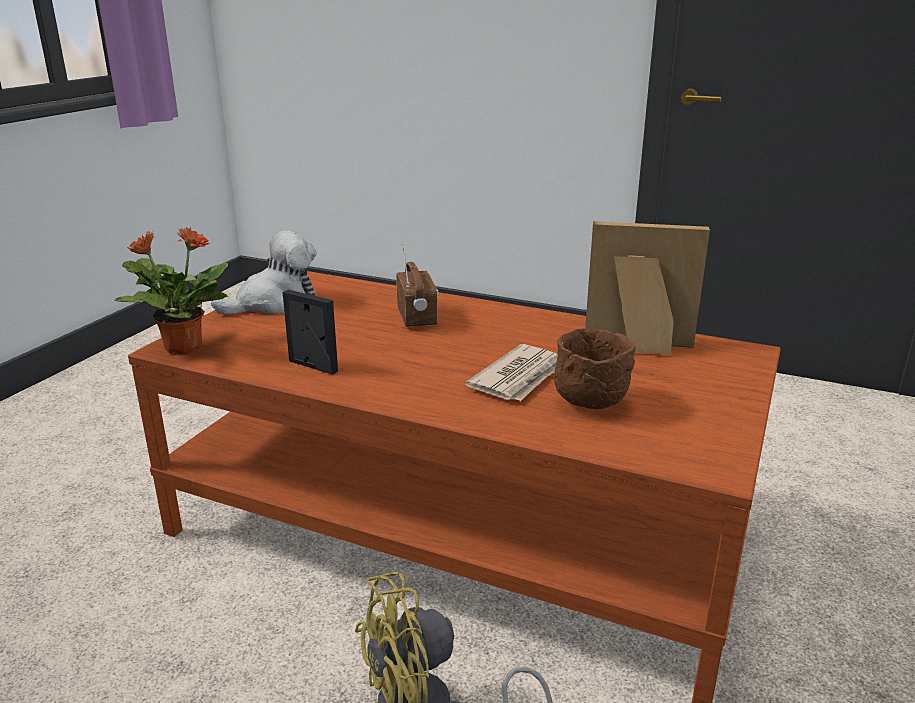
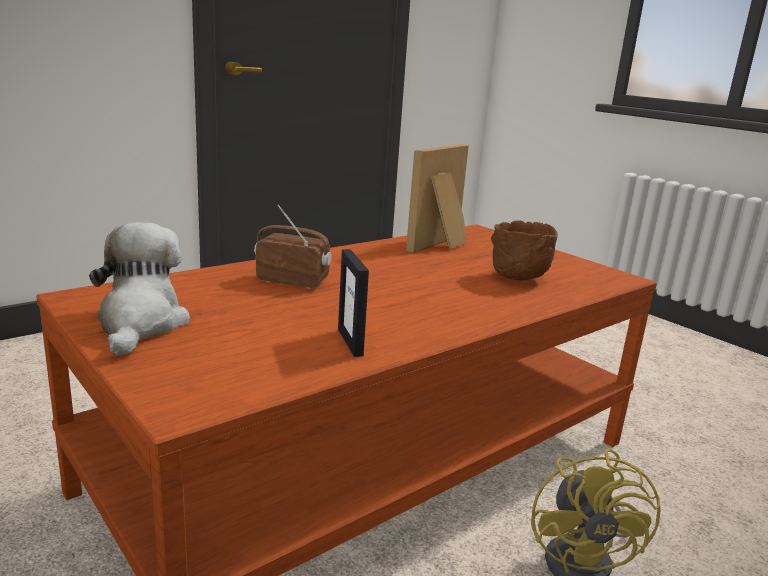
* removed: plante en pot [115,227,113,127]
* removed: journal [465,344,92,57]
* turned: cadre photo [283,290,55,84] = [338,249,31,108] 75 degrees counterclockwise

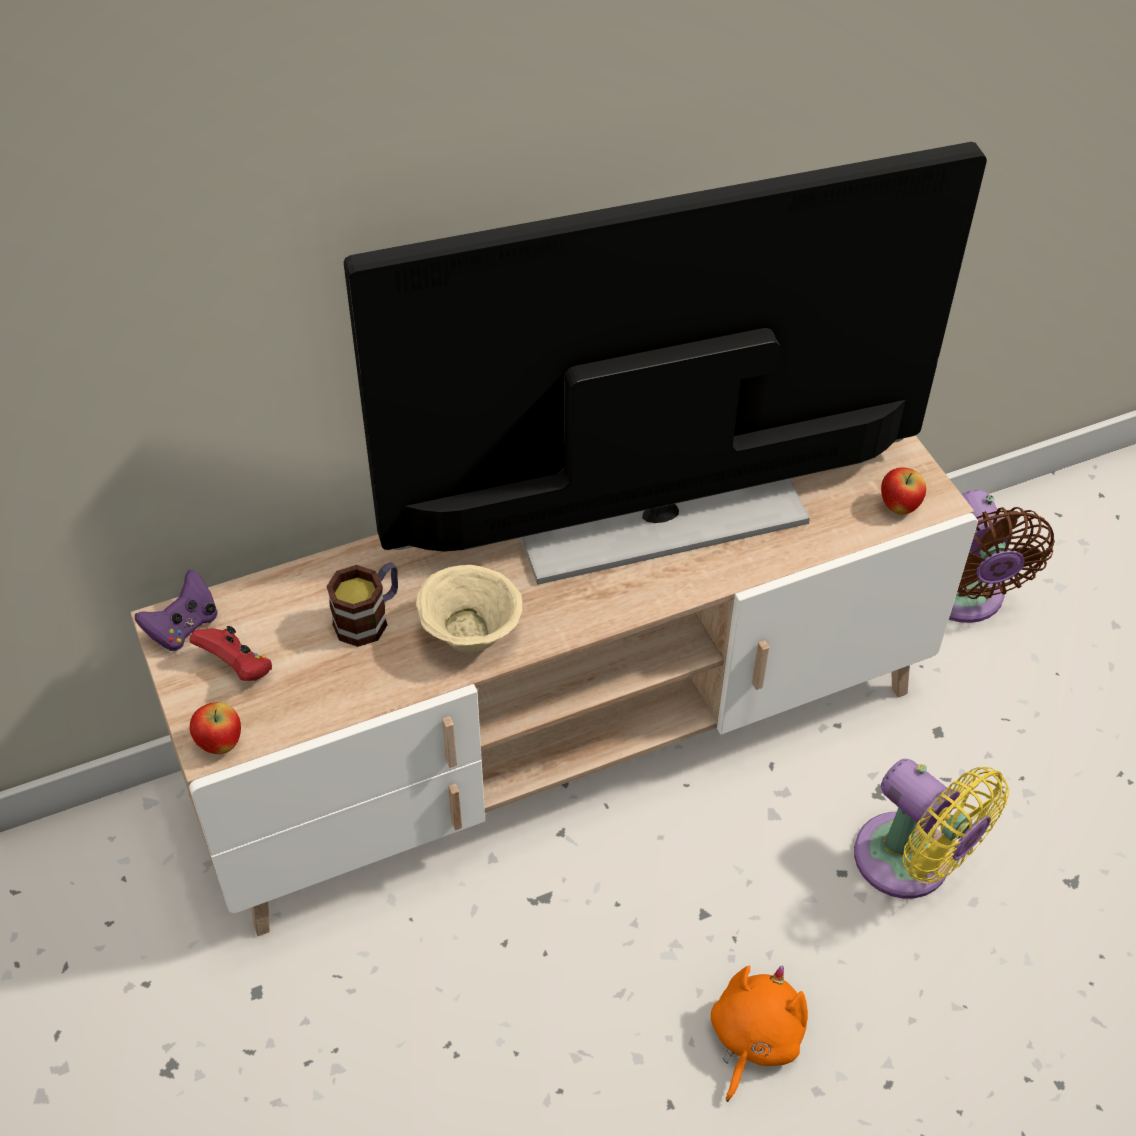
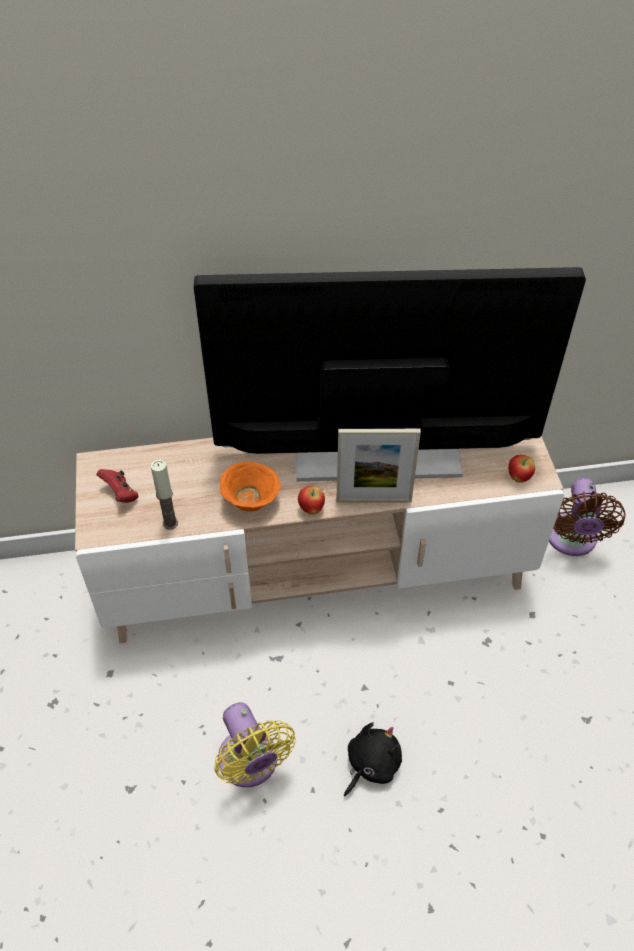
* removed: manette/violet [135,570,83,81]
* removed: mug [326,562,72,85]
* added: bougie [151,459,27,70]
* added: cadre photo [336,429,85,74]
* moved: pomme [190,702,51,52] to [298,486,27,28]
* moved: ventilateur/jaune [854,759,155,140] to [214,702,82,85]
* recoloured: bol/beige [416,565,107,88] to bol/orange [220,462,61,50]
* recoloured: peluche/orange [711,965,97,137] to peluche/noir [344,722,58,75]

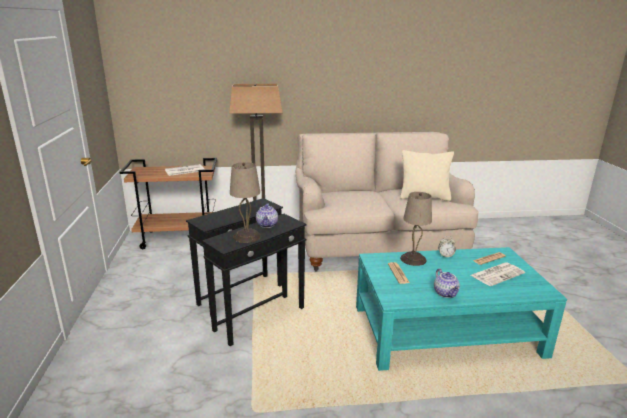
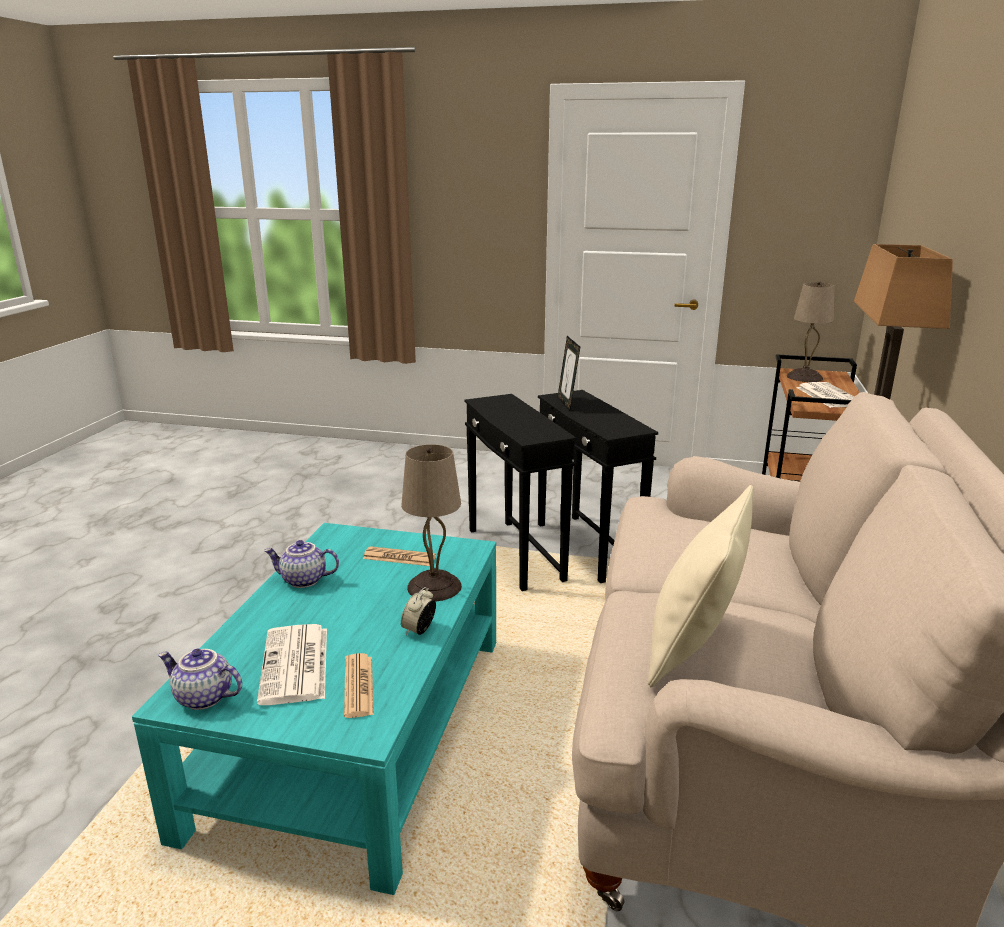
* added: cadre photo [558,336,22,75]
* moved: lampe de table/beige [230,162,31,81] to [787,281,48,101]
* moved: théière [256,203,22,25] to [158,649,84,61]

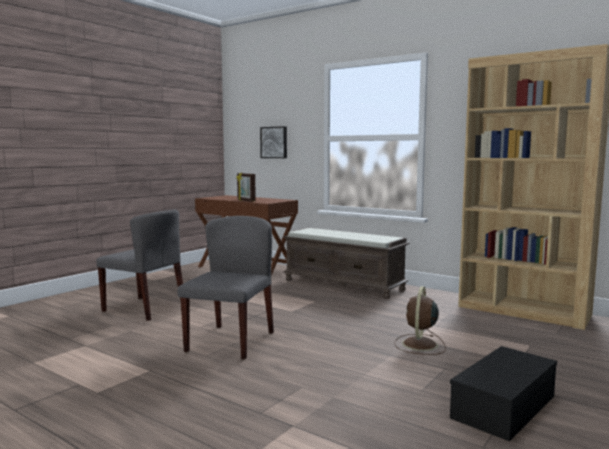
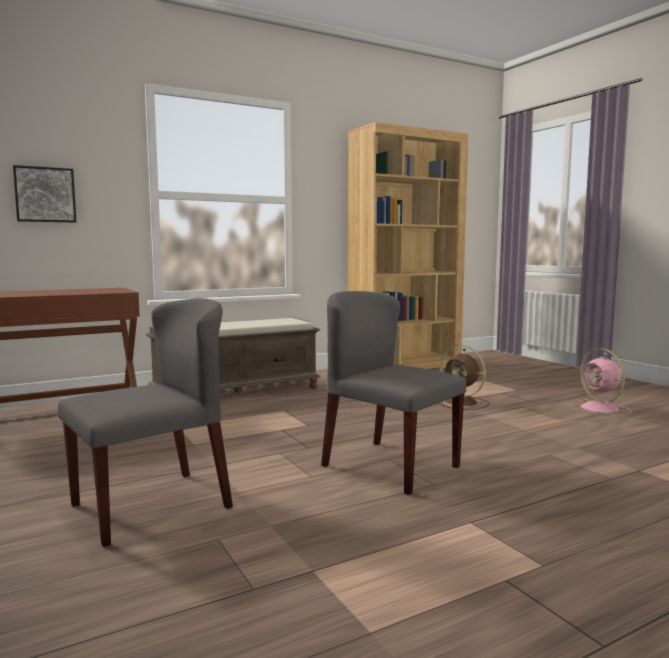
* removed: cadre photo [236,172,20,30]
* replaced: boîte de rangement/noir [450,346,107,95] to ventilateur/rose [571,348,61,68]

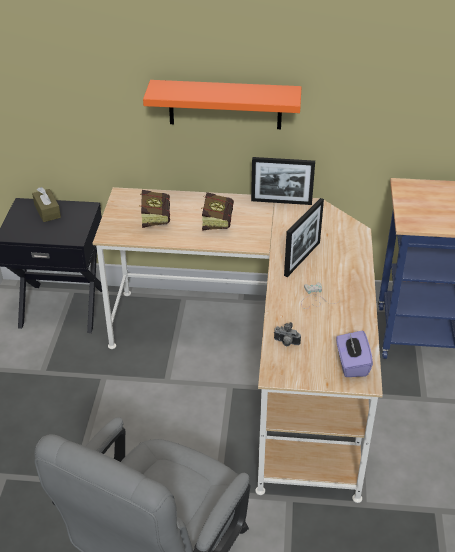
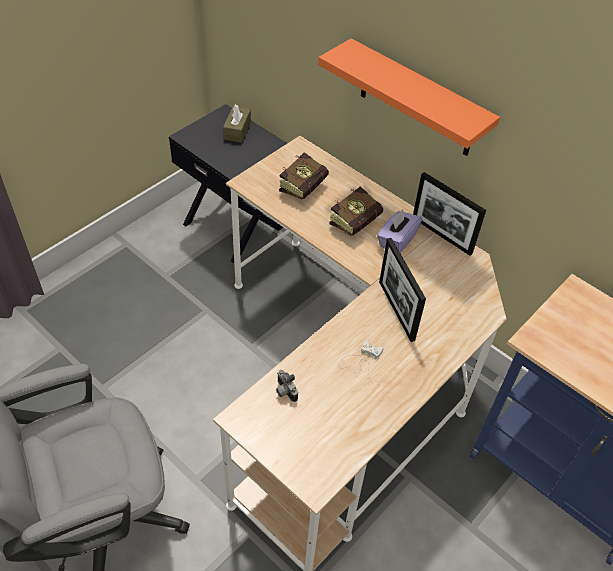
* moved: boîte à mouchoirs/violet [336,330,37,47] to [377,210,45,43]
* turned: cadre photo [284,198,40,79] = [379,238,47,104] 90 degrees clockwise

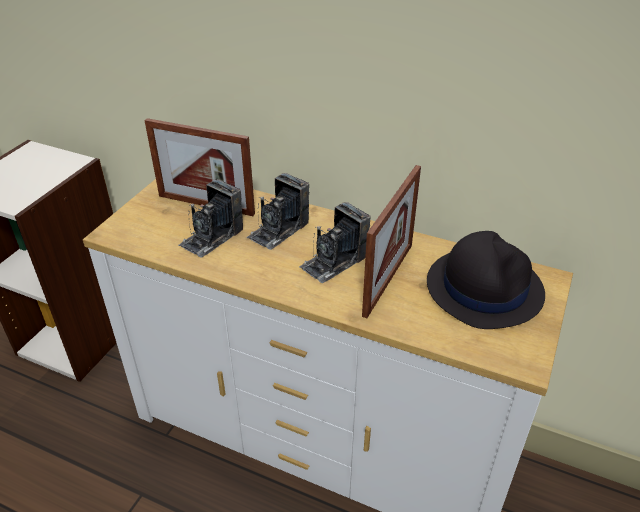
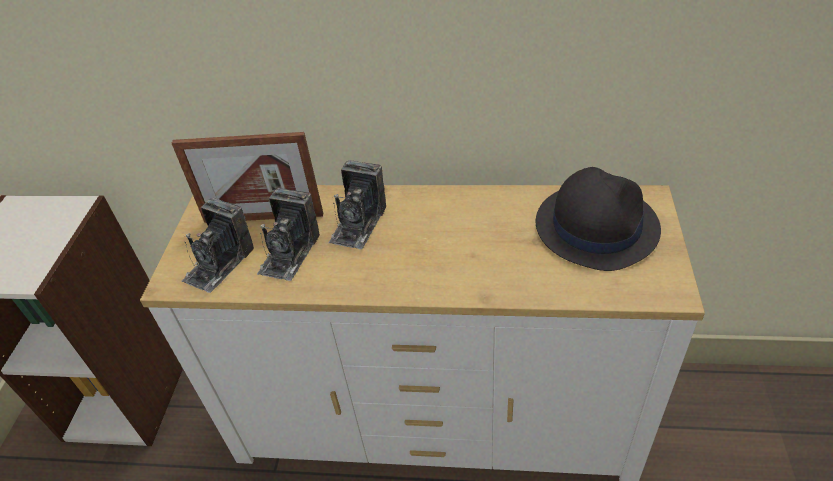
* removed: cadre photo [362,165,59,153]
* moved: appareil photo [299,202,71,81] to [181,198,73,95]

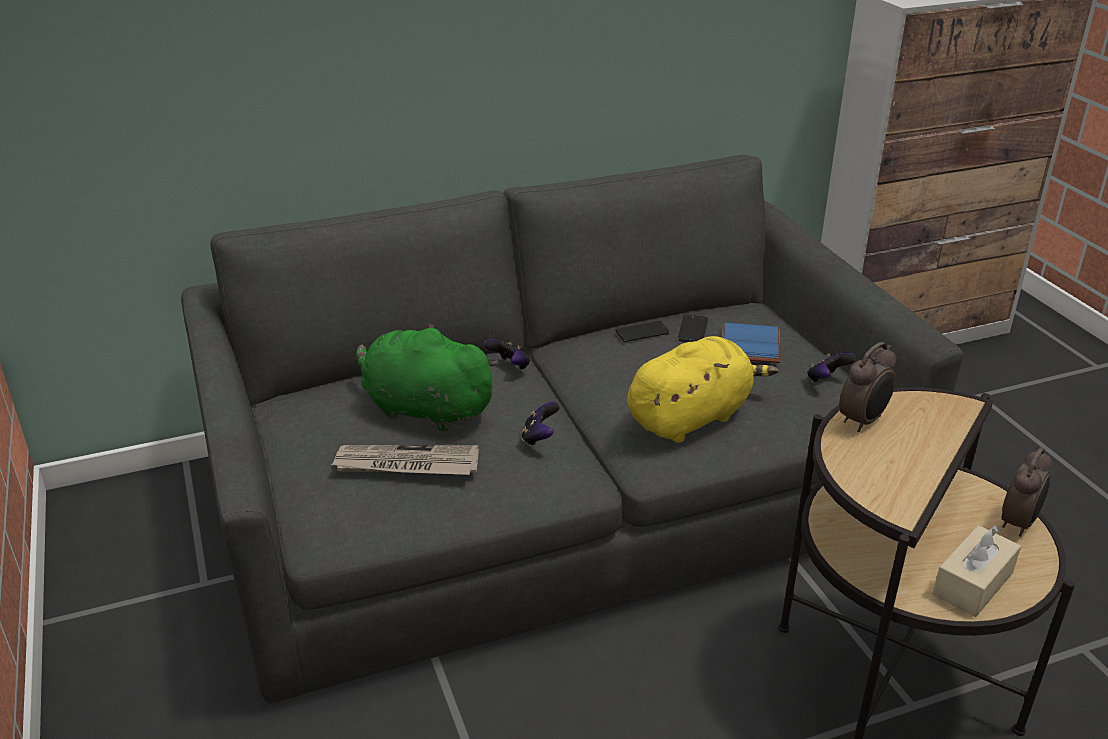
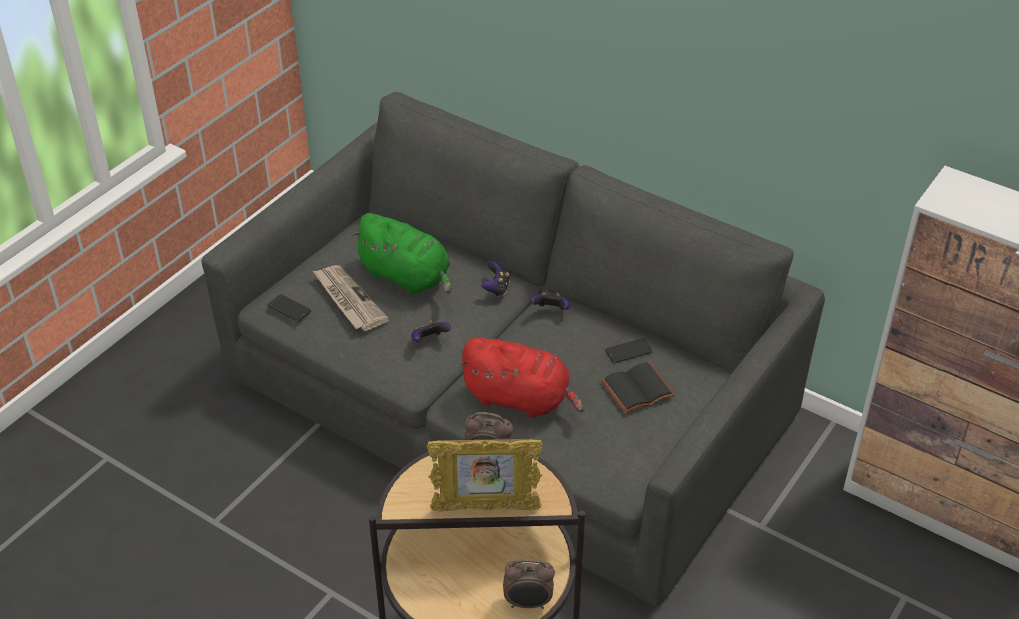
* removed: boîte à mouchoirs/beige [932,525,89,92]
* added: cadre photo [427,439,116,72]
* moved: téléphone [615,321,55,21] to [267,294,44,28]
* moved: manette [807,353,49,29] to [531,292,39,18]
* recoloured: peluche/jaune [627,336,151,107] to peluche/rouge [458,338,126,80]
* recoloured: livre/bleu [722,323,59,40] to livre/noir [601,362,74,52]
* turned: peluche/vert [356,324,143,108] = [351,213,101,81] 135 degrees clockwise

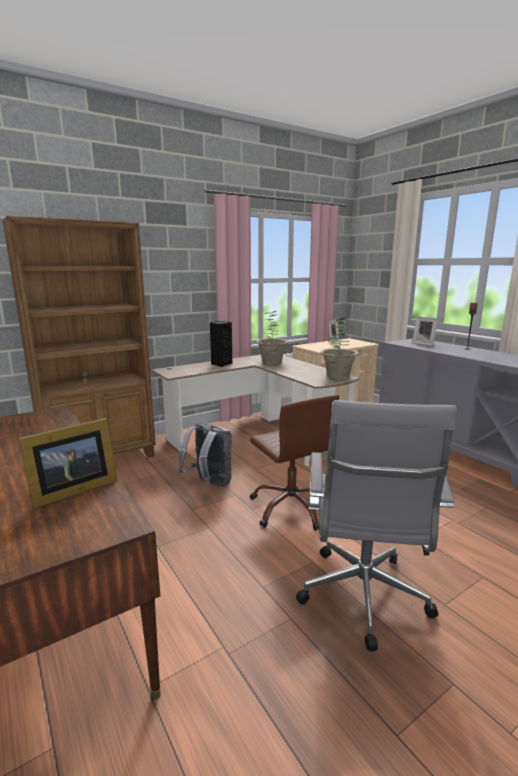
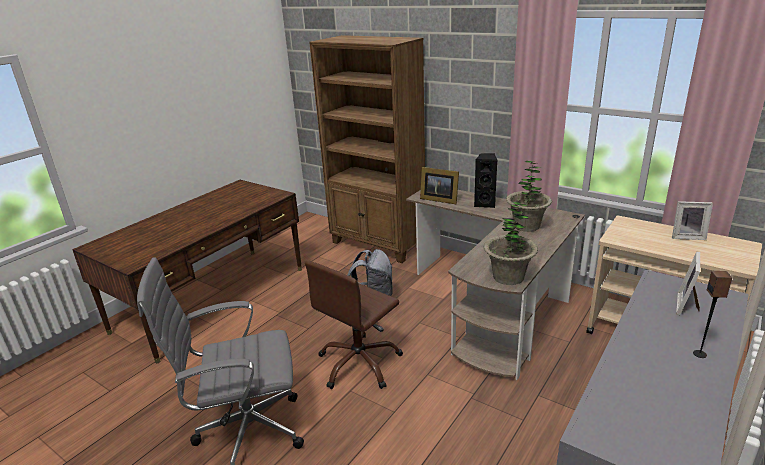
* moved: cadre photo [18,418,100,91] to [420,167,39,37]

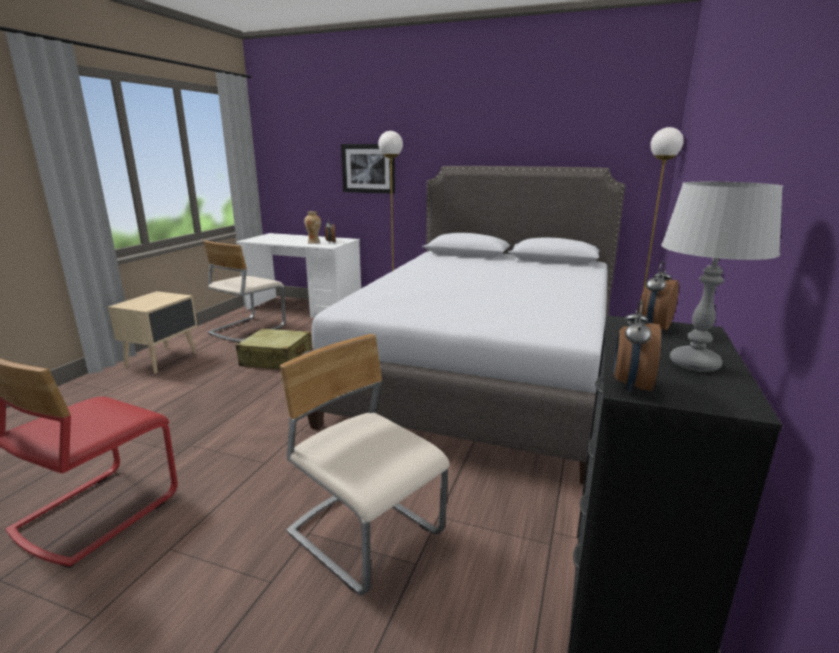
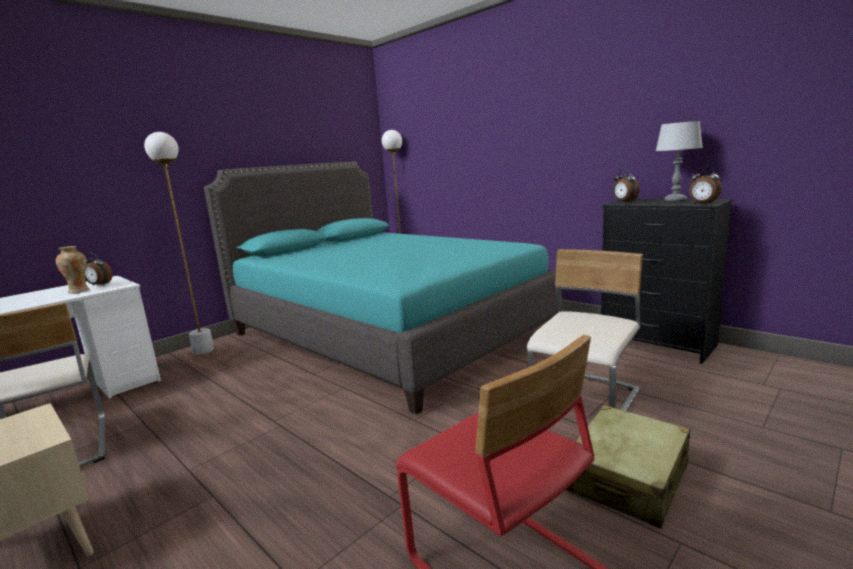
* removed: tableau [341,144,54,50]
* moved: valise/beige [236,329,76,40] to [566,405,124,123]
* recoloured: lit/gris [302,166,324,318] to lit/turquoise [204,161,358,253]
* turned: chaise/beige [280,334,170,261] = [527,249,116,162] 150 degrees clockwise

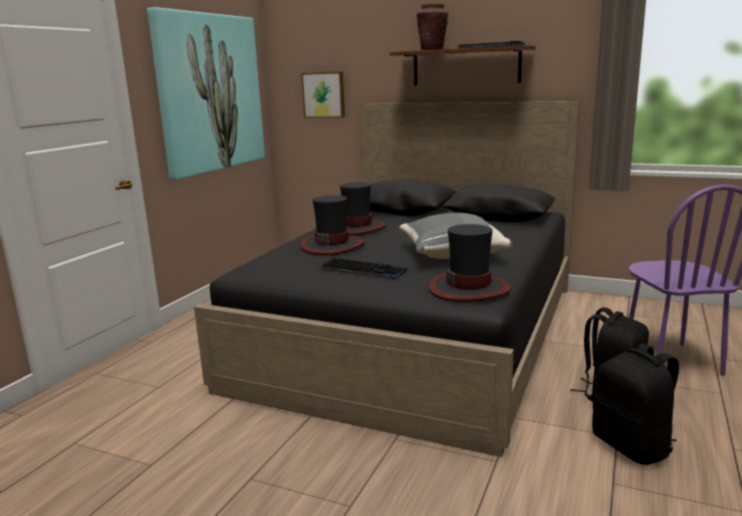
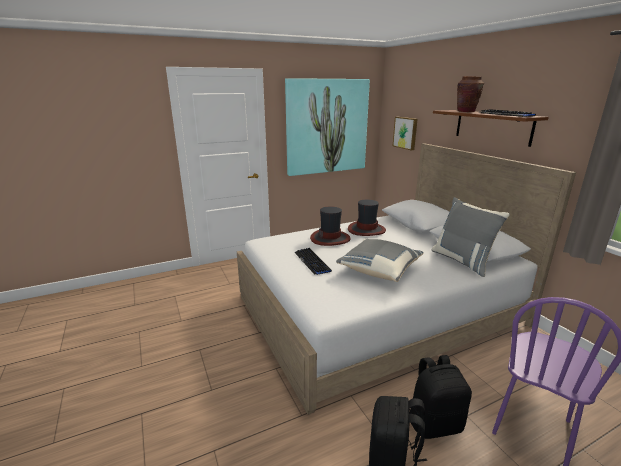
* removed: chapeau [428,224,83,78]
* added: coussin/gris [431,197,79,80]
* recoloured: lit/noir [194,101,386,356] to lit/blanc [237,143,339,272]

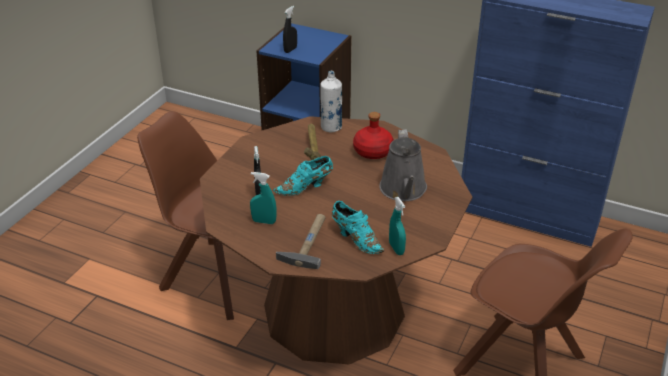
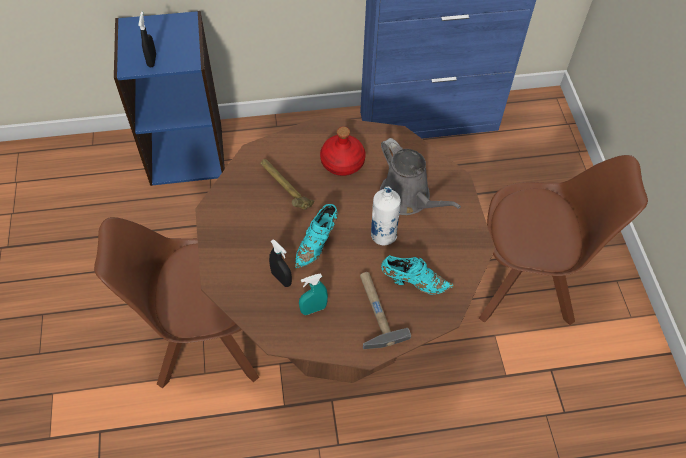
* removed: vaporisateur/turquoise [389,197,17,58]
* moved: bouteille/blanc [320,71,22,61] to [371,186,30,60]

